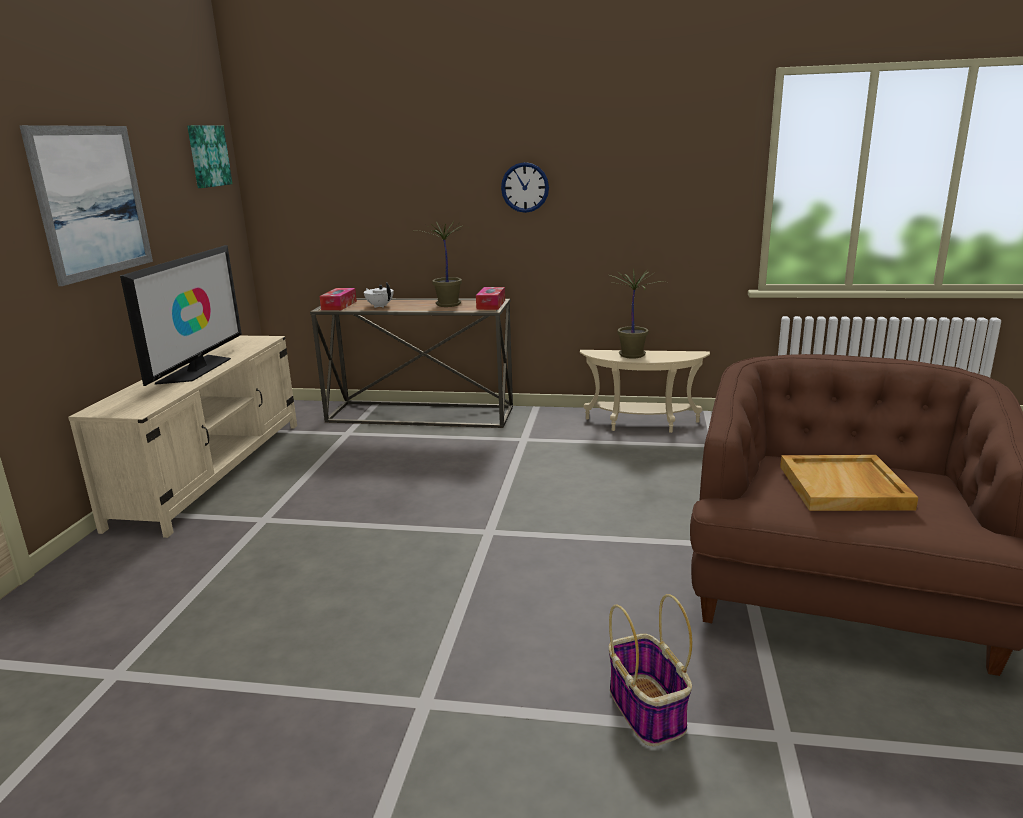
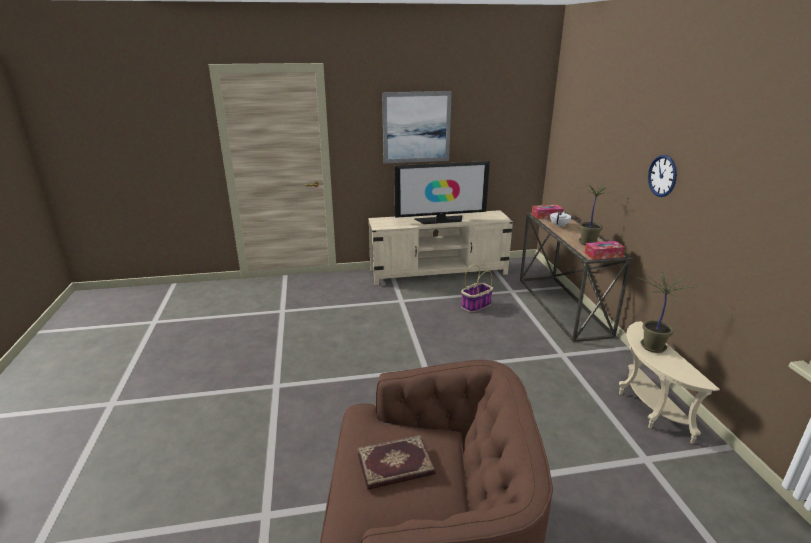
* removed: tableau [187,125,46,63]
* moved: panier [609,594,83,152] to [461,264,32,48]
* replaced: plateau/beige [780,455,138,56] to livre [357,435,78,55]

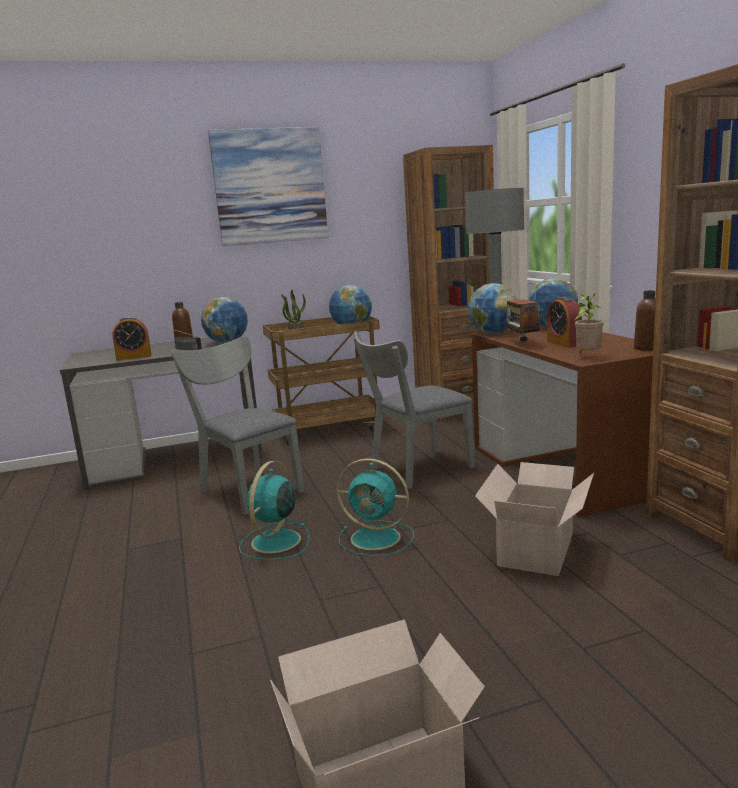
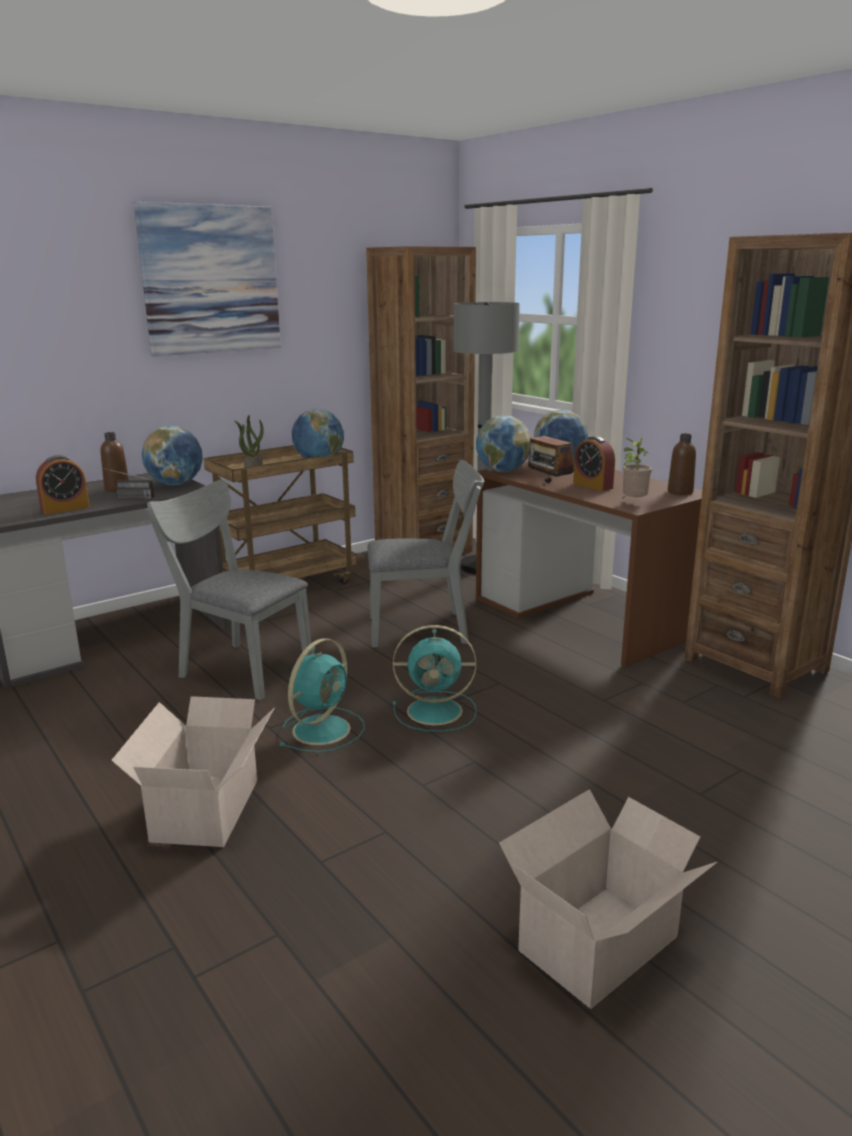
* moved: carton [475,462,119,114] to [111,696,163,151]
* turned: ventilateur/turquoise [239,461,70,99] = [279,638,86,114] 150 degrees counterclockwise
* turned: chaise/gris [353,331,122,158] = [367,460,117,187] 135 degrees counterclockwise

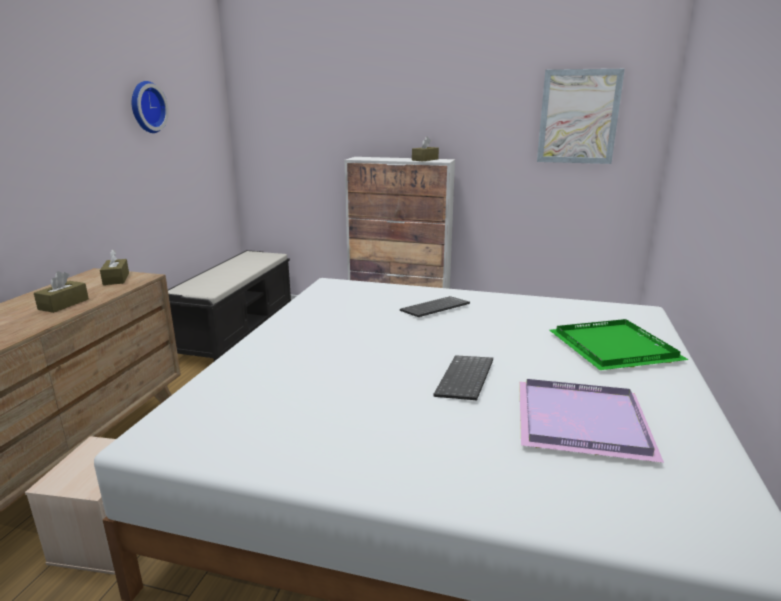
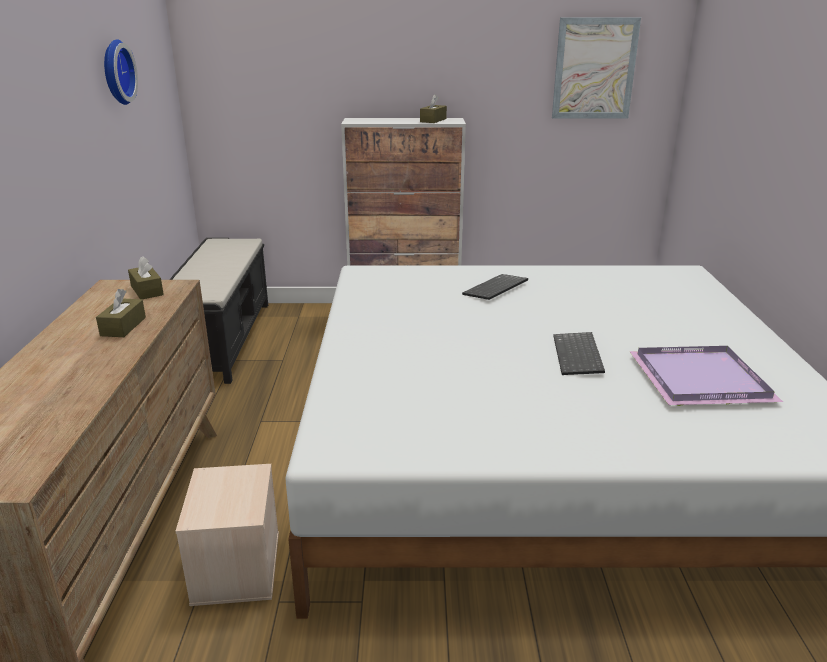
* removed: plateau/vert [549,319,140,51]

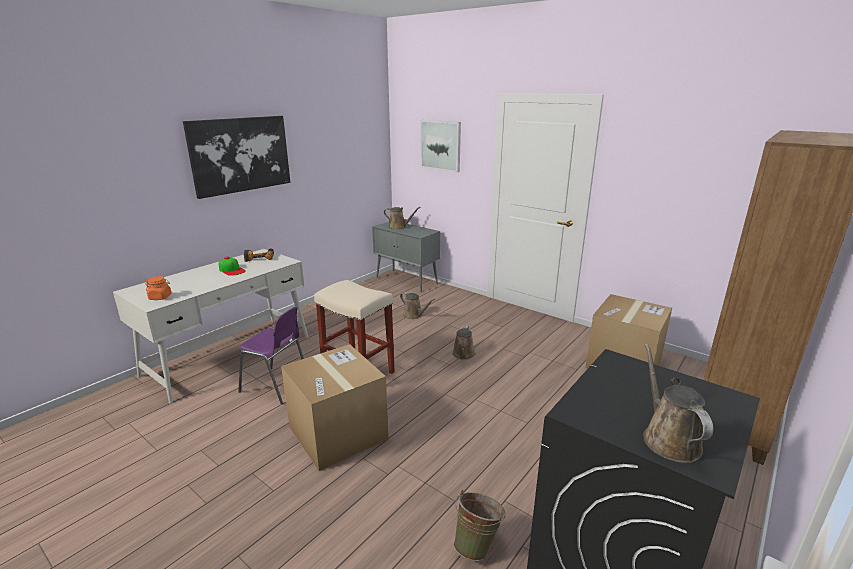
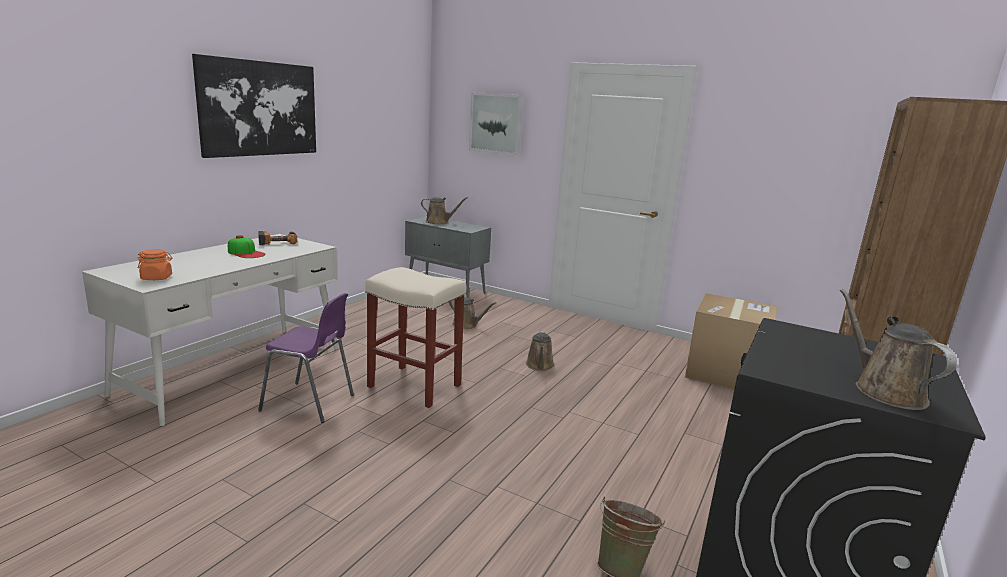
* removed: carton [281,344,107,127]

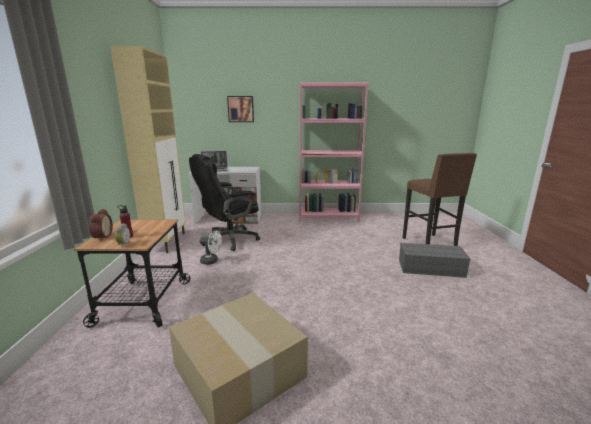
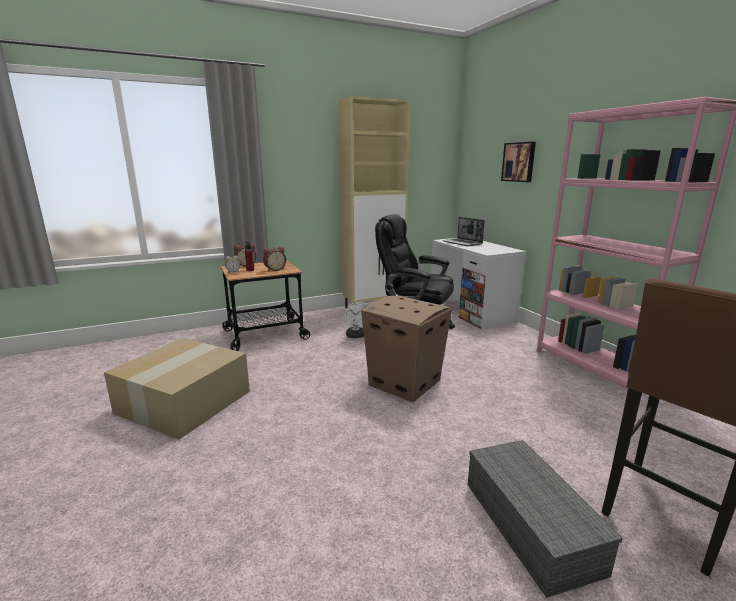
* added: réveil [263,247,23,24]
* added: carton [361,295,91,107]

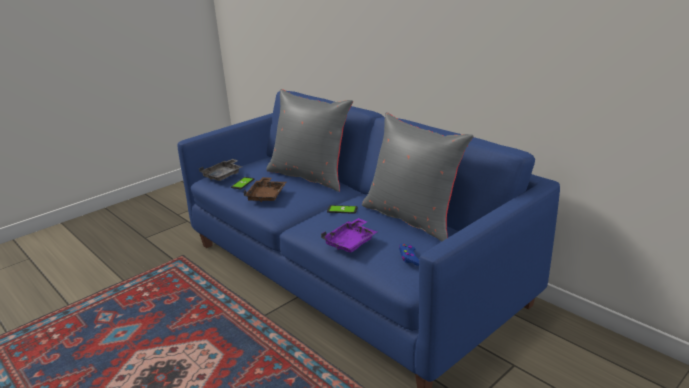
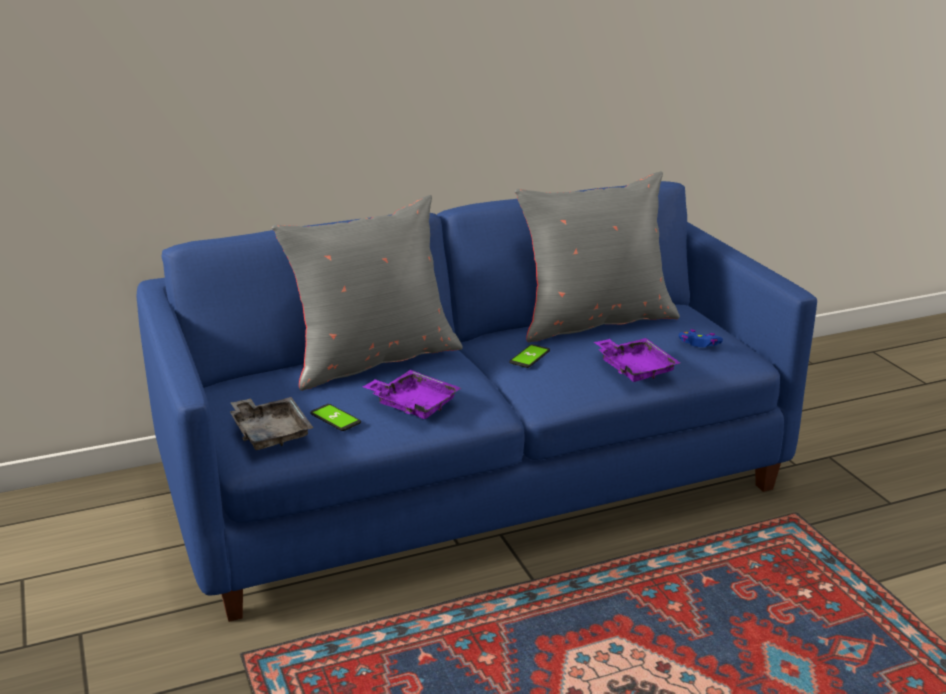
* recoloured: plateau/marron [243,177,43,25] to plateau/violet [362,370,99,49]

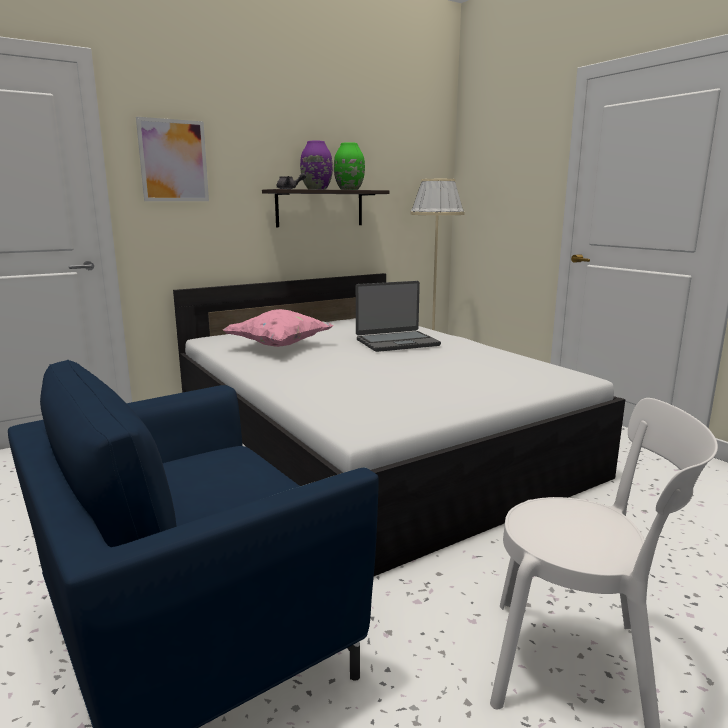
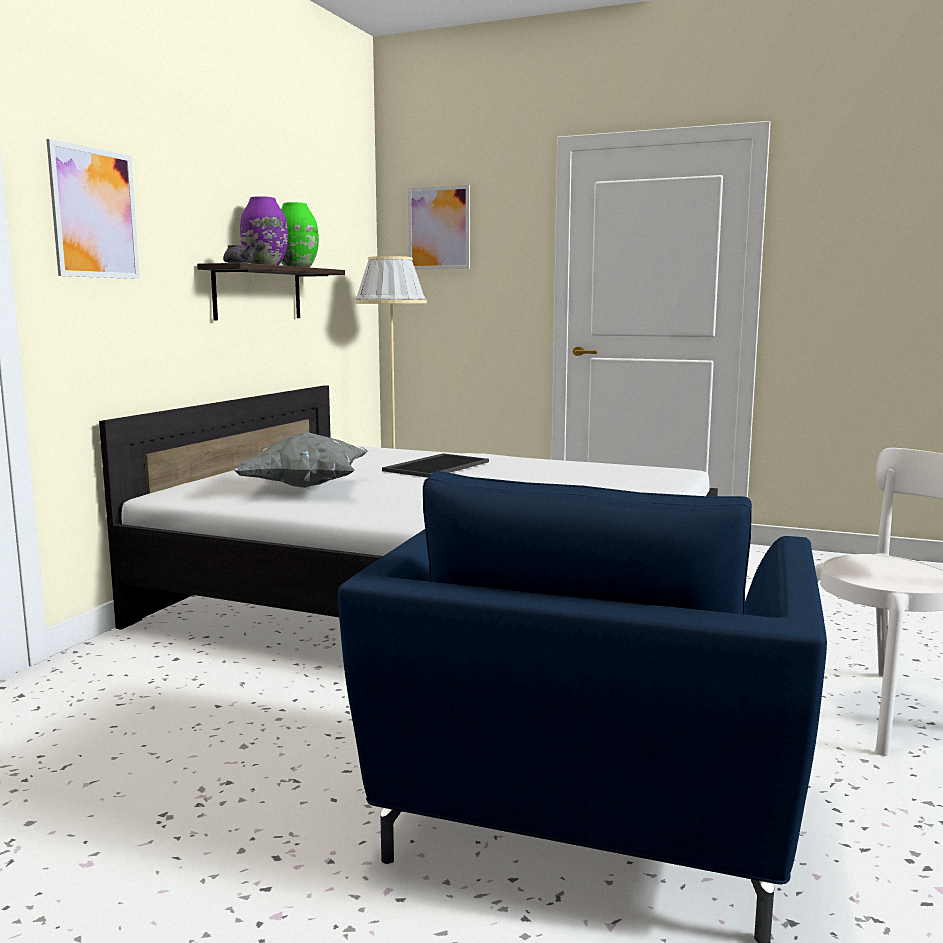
* added: tableau [408,185,62,85]
* replaced: ordinateur portable [356,281,85,71] to plateau [382,453,107,24]
* recoloured: coussin/rose [223,309,110,38] to coussin/gris [233,432,135,56]

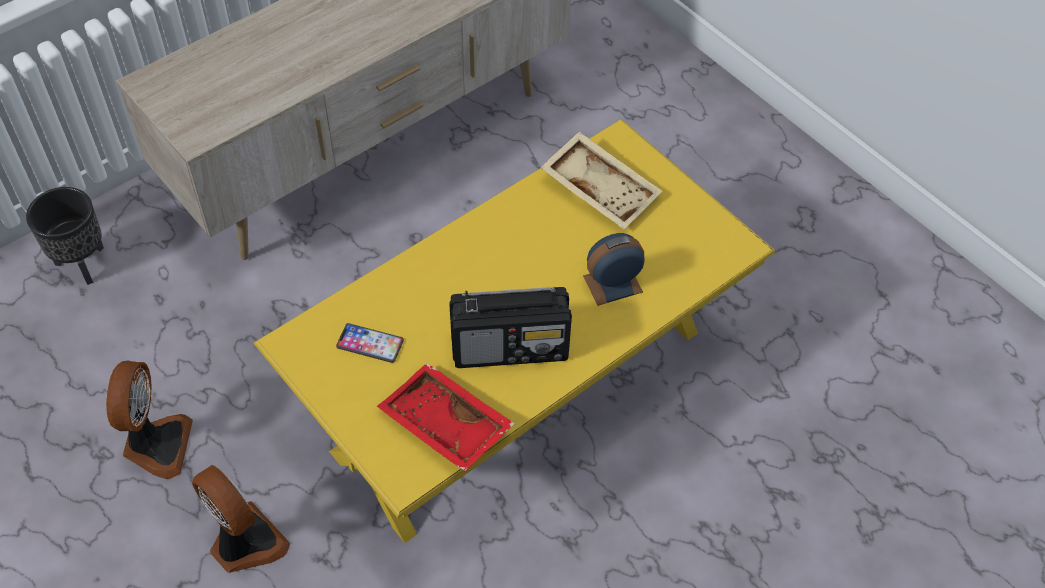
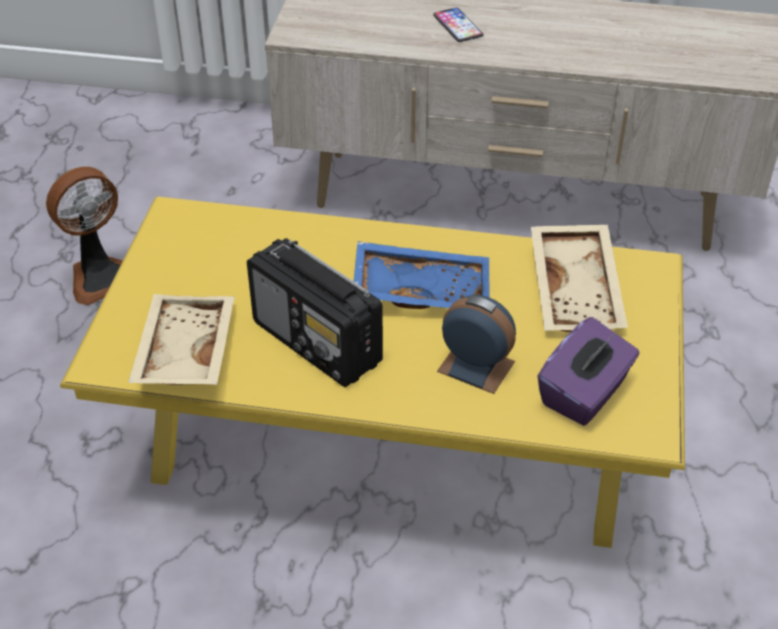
* removed: cache-pot/noir [26,187,78,98]
* removed: ventilateur [192,465,98,108]
* added: plateau/bleu [354,241,136,68]
* added: boîte à mouchoirs/violet [538,317,102,109]
* moved: téléphone [336,323,68,40] to [433,8,50,34]
* recoloured: plateau/rouge [377,363,138,108] to plateau/beige [128,294,106,91]

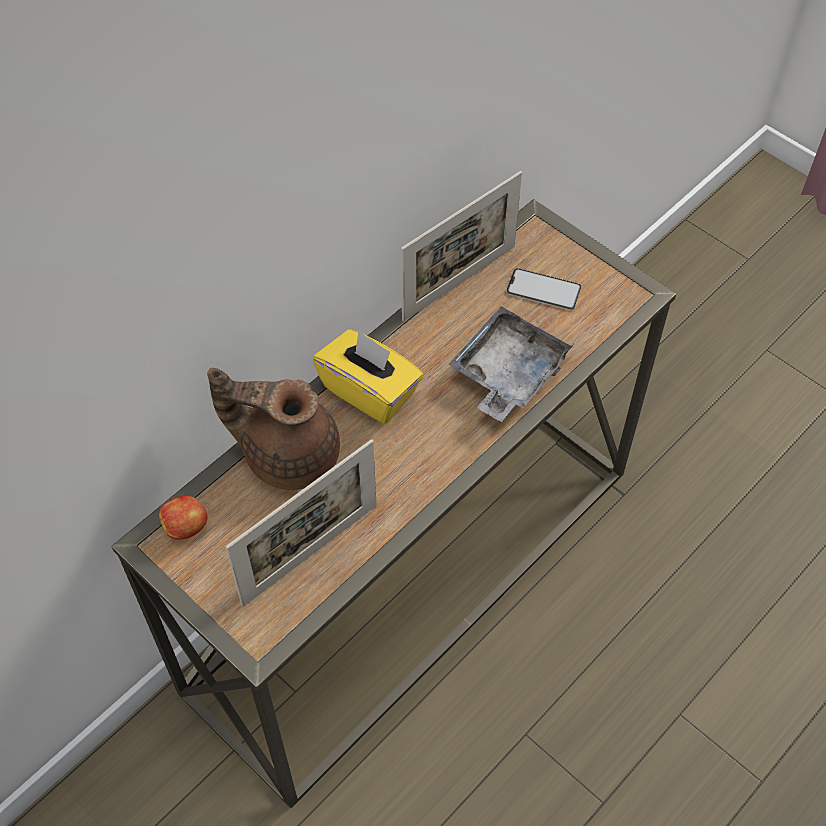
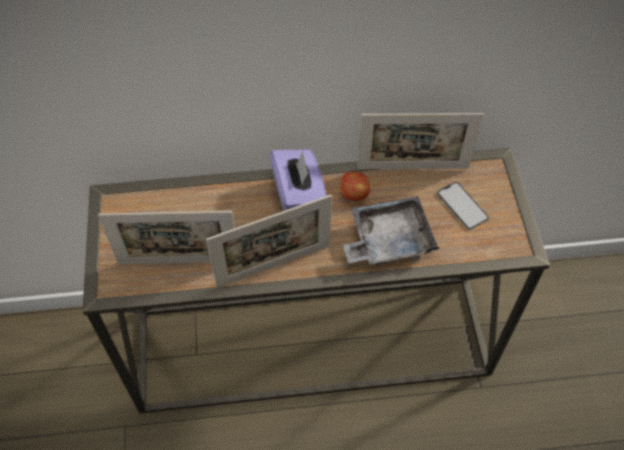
* removed: théière/marron [207,368,133,122]
* added: cadre photo [206,194,126,94]
* moved: pomme [159,496,49,44] to [340,171,30,30]
* recoloured: boîte à mouchoirs/jaune [313,329,110,95] to boîte à mouchoirs/violet [270,149,56,62]

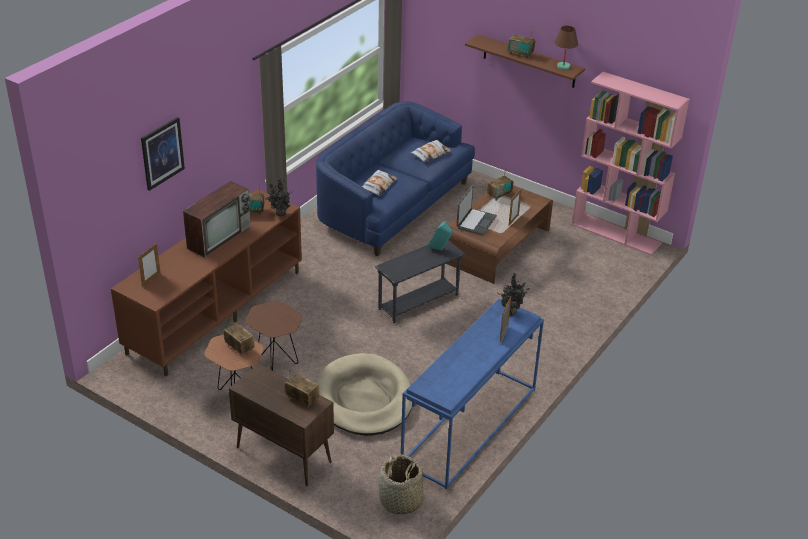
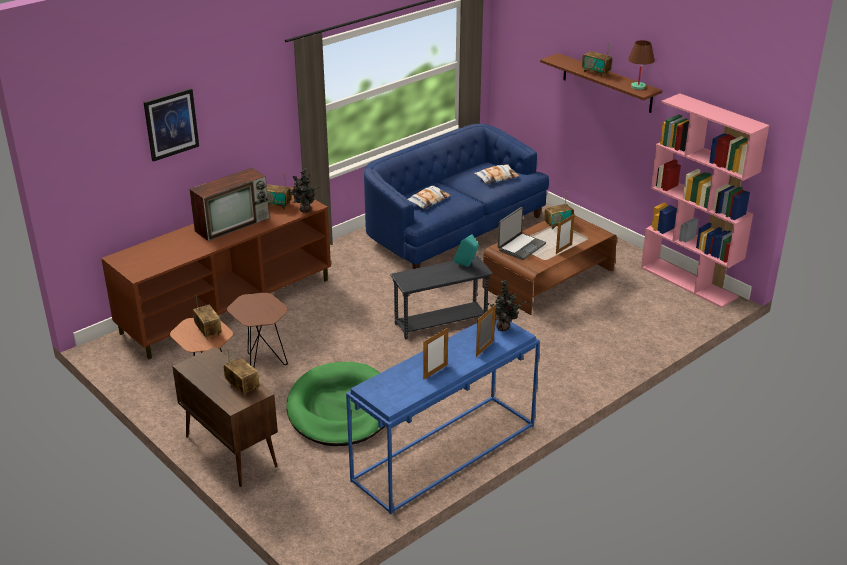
* removed: panier [378,454,45,61]
* moved: cadre photo [138,243,22,44] to [424,327,24,52]
* recoloured: panier pour chien/beige [316,353,96,83] to panier pour chien/vert [286,362,99,84]

